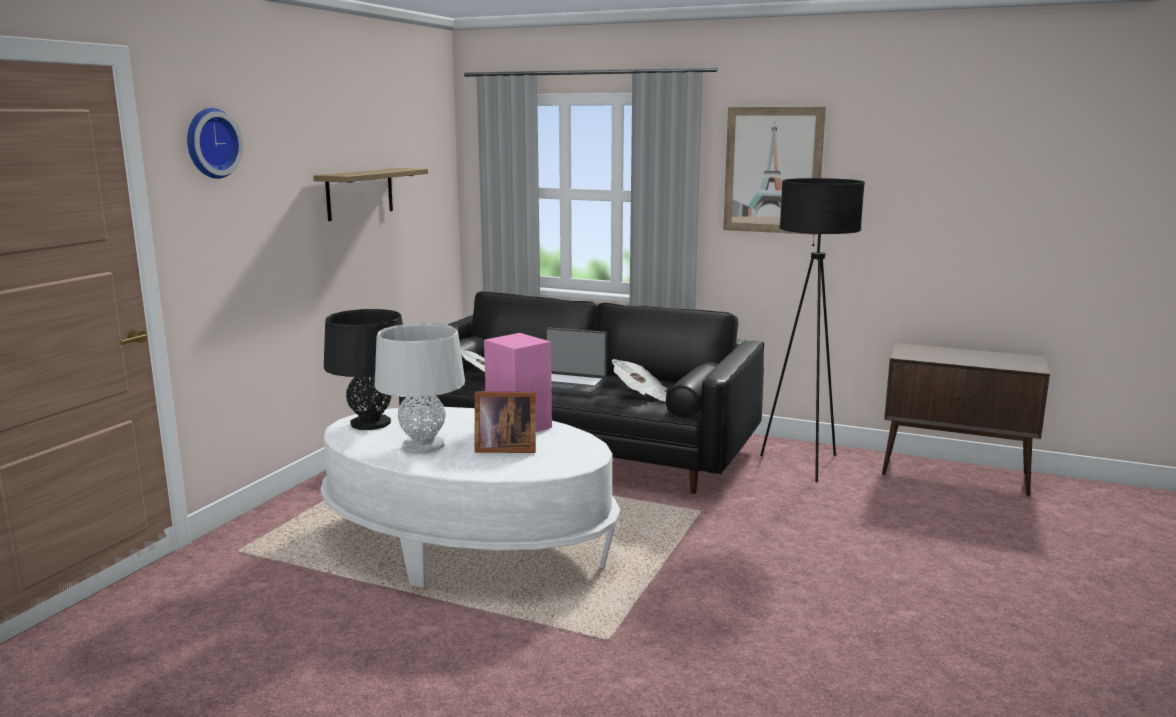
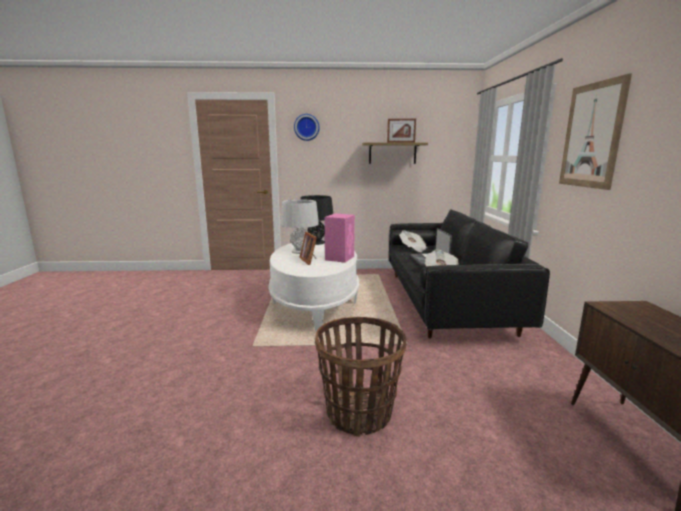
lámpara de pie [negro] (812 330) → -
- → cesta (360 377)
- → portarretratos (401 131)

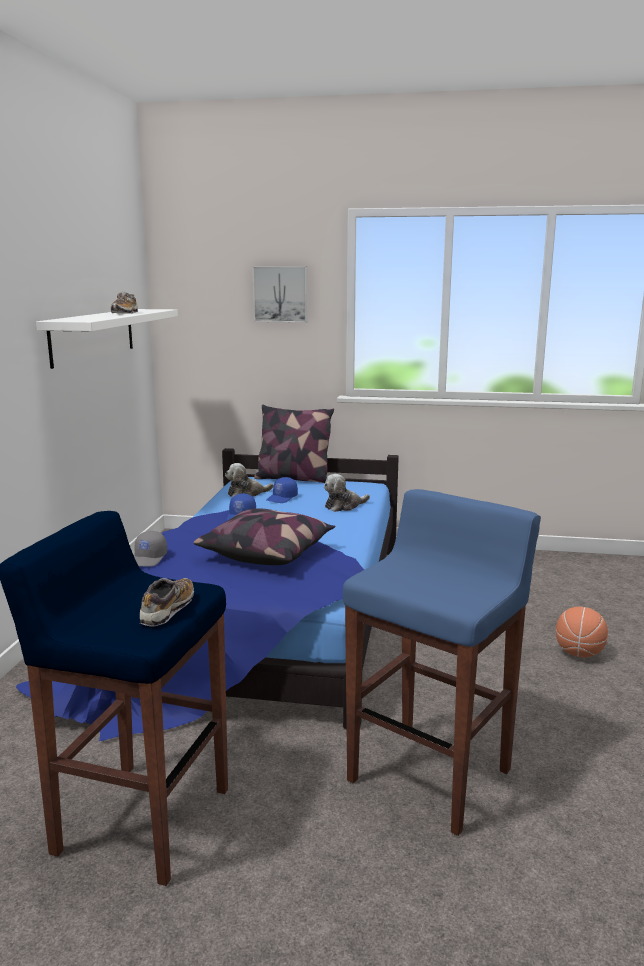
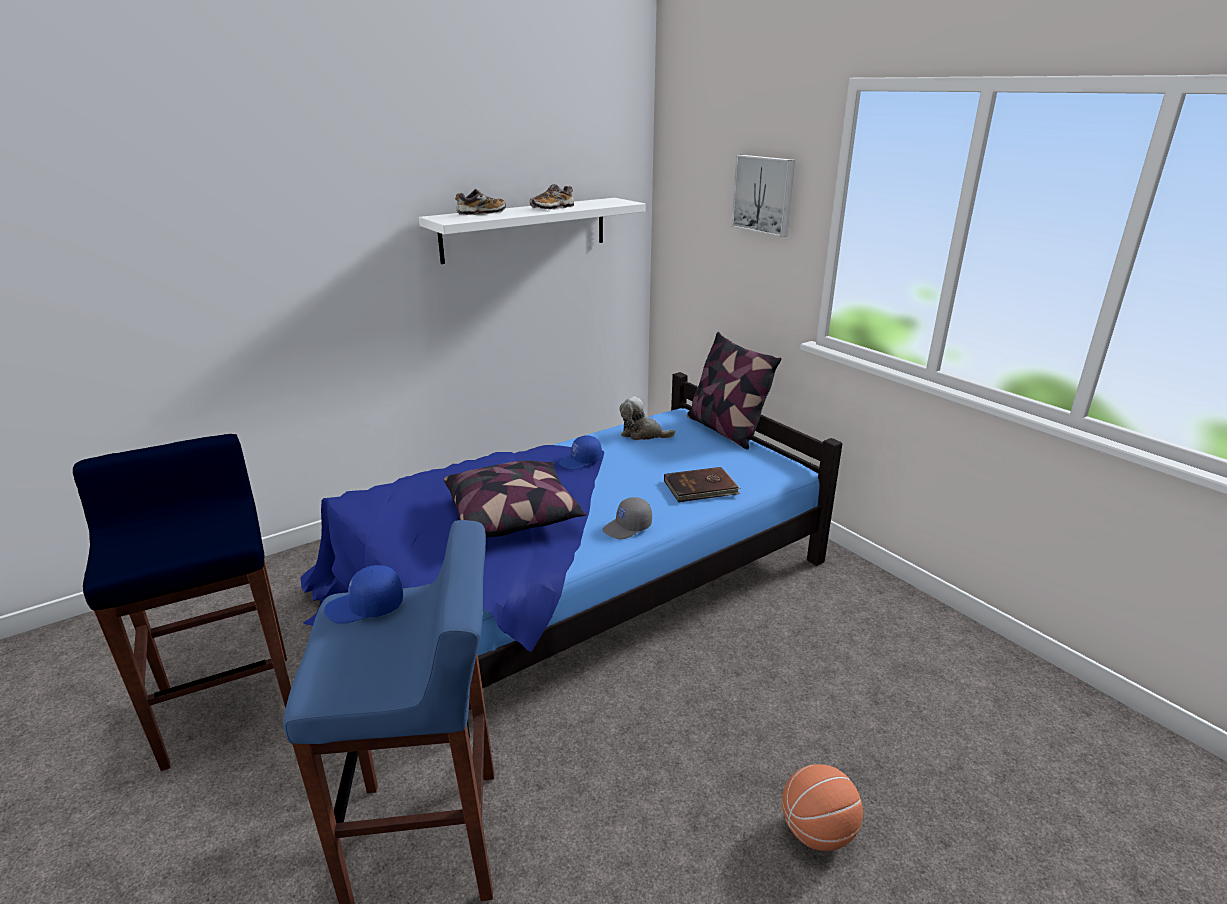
gorra [gris] (150 549) → gorra [gris] (627 518), moved
zapato (167 602) → zapato (480 202), moved
gorra [azul] (282 490) → gorra [azul] (363 594), moved
peluche (347 493) → libro [marrón] (702 484)

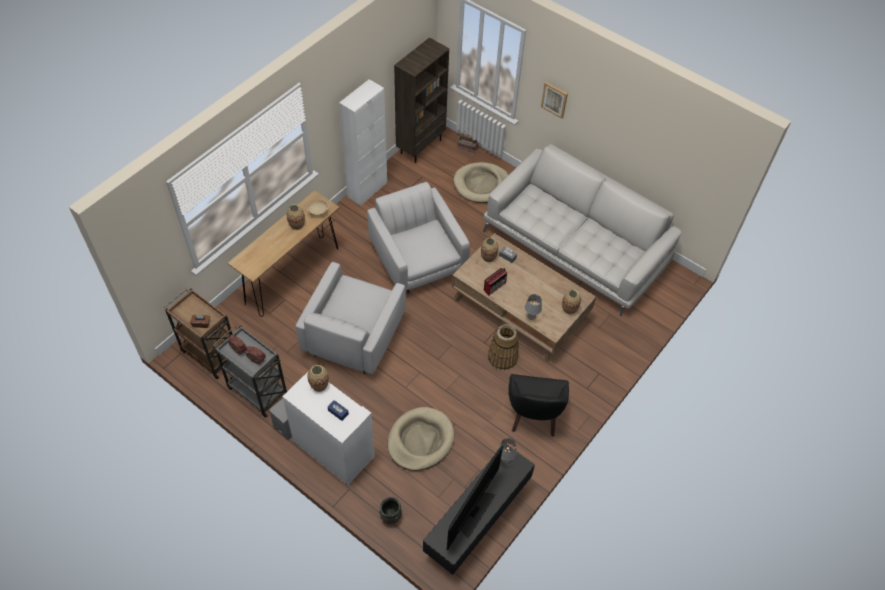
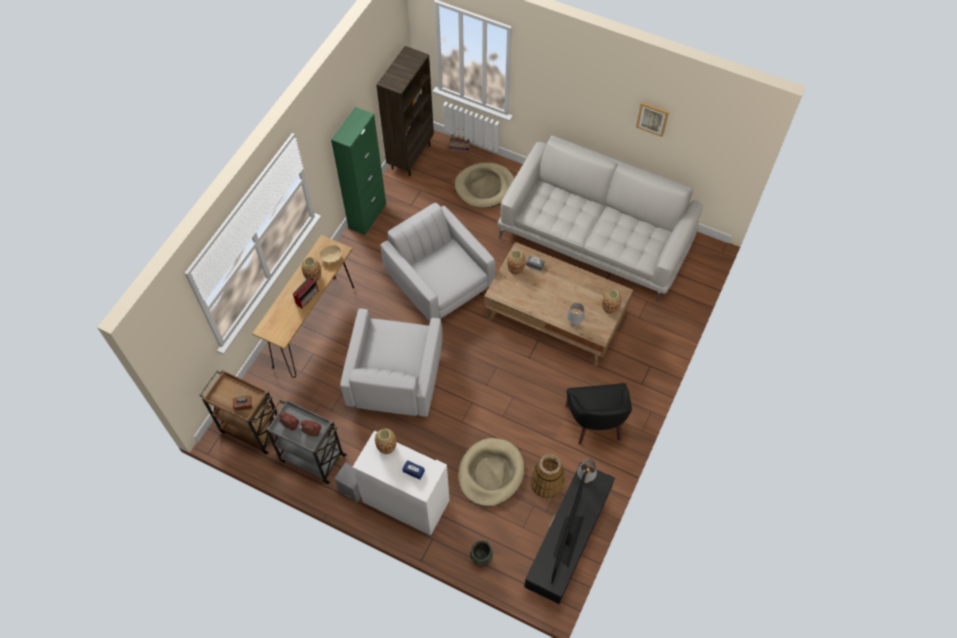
radio (495 281) → radio (306 293), moved
cesta (503 347) → cesta (547 476), moved
cuadro (554 100) → cuadro (652 119), moved
armario [blanco] (363 142) → armario [verde] (358 171)

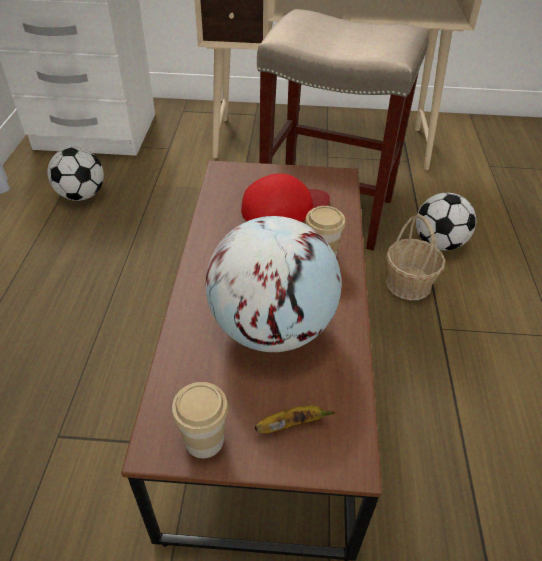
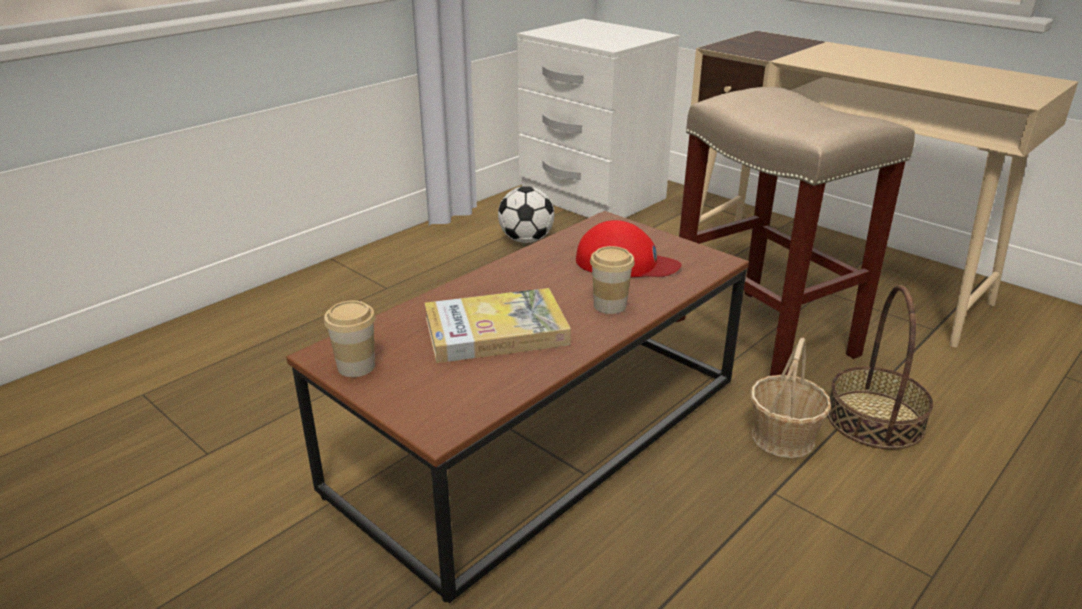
plátano (295 419) → -
globo terráqueo (273 284) → libro (497 325)
balón de fútbol (446 222) → cesta (880 367)

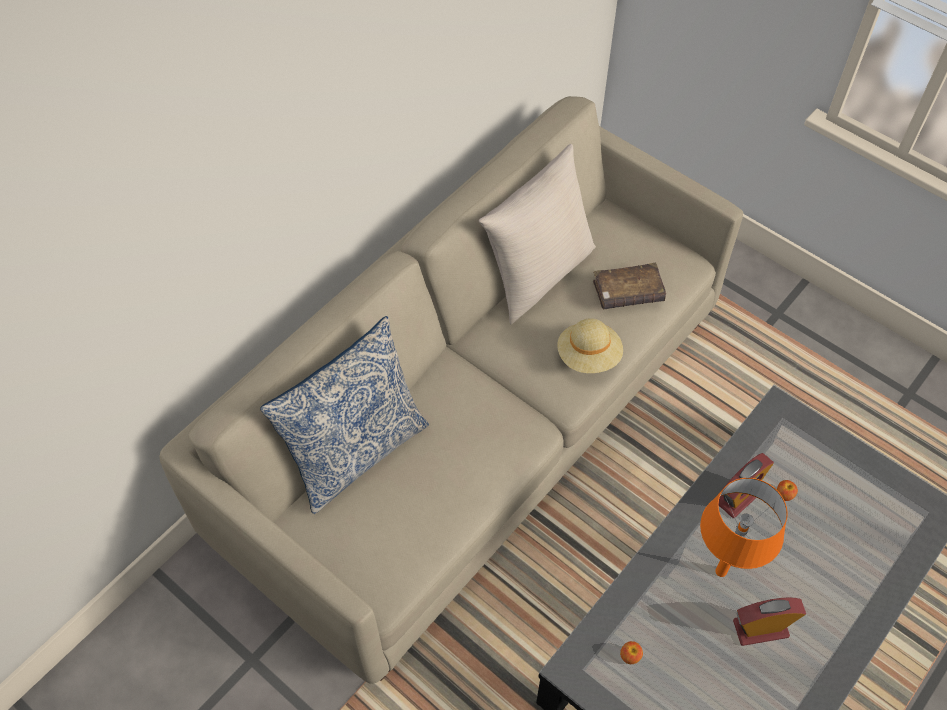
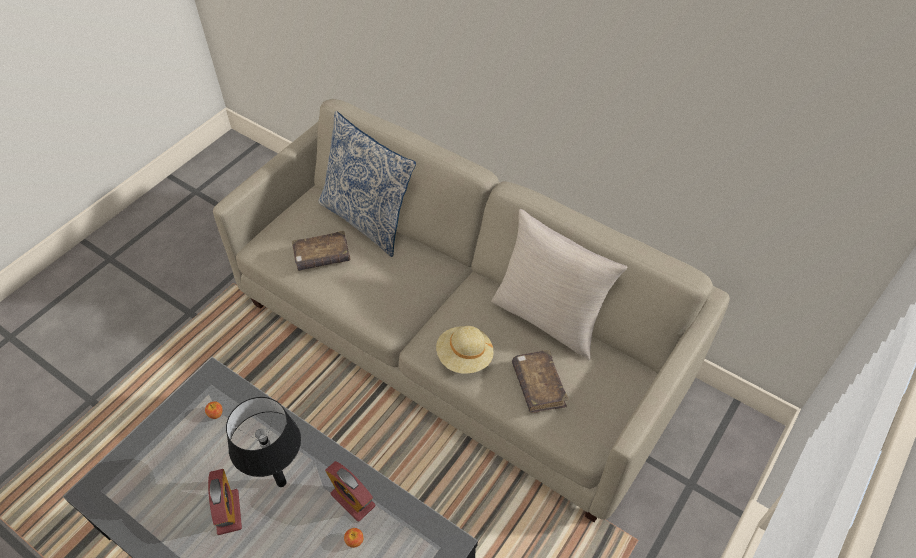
- → libro [marrón] (321 251)
lámpara de mesa [naranja] (744 527) → lámpara de mesa [negro] (263 442)

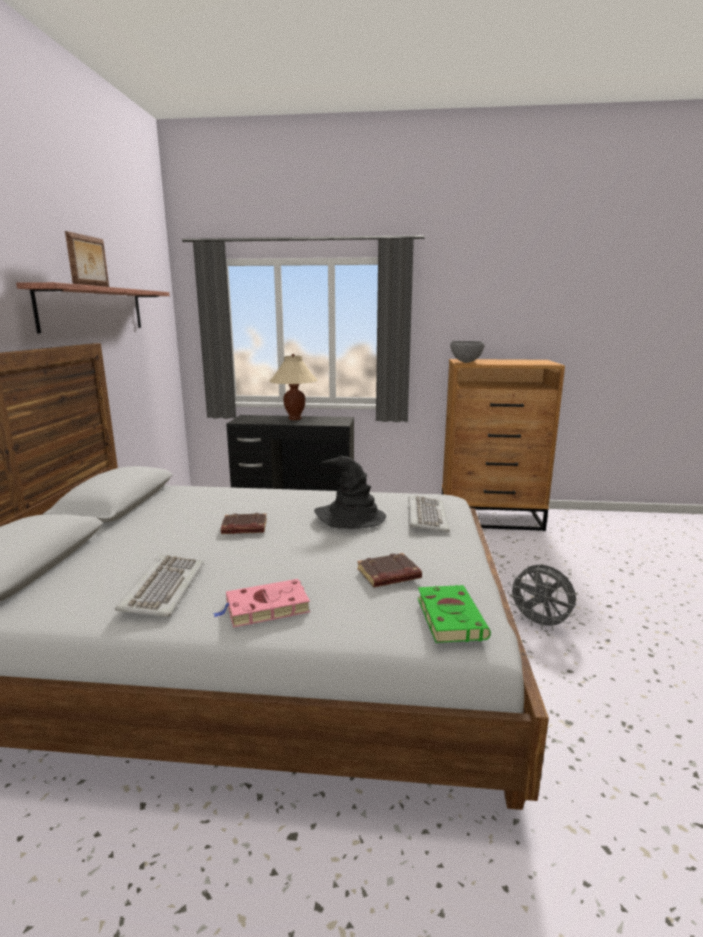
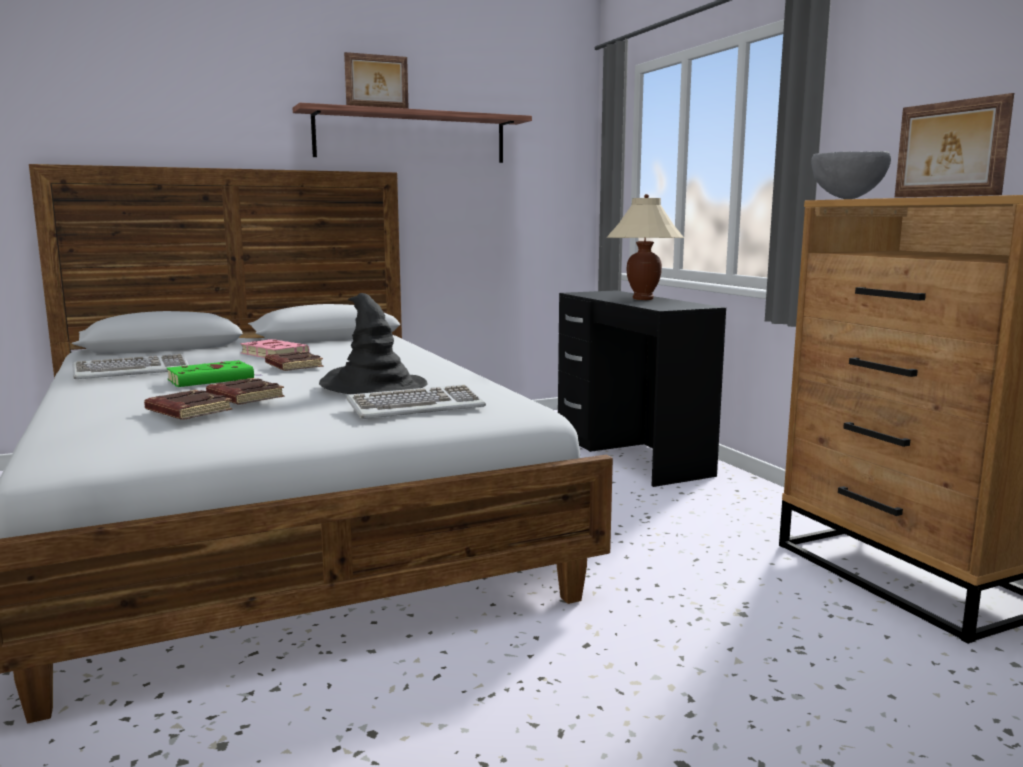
ventilador [gris] (542 598) → -
- → libro [marrón] (245 391)
- → portarretratos (954 145)
libro [rosa] (261 603) → libro [rosa] (274 348), moved
libro [verde] (454 614) → libro [verde] (214 373), moved

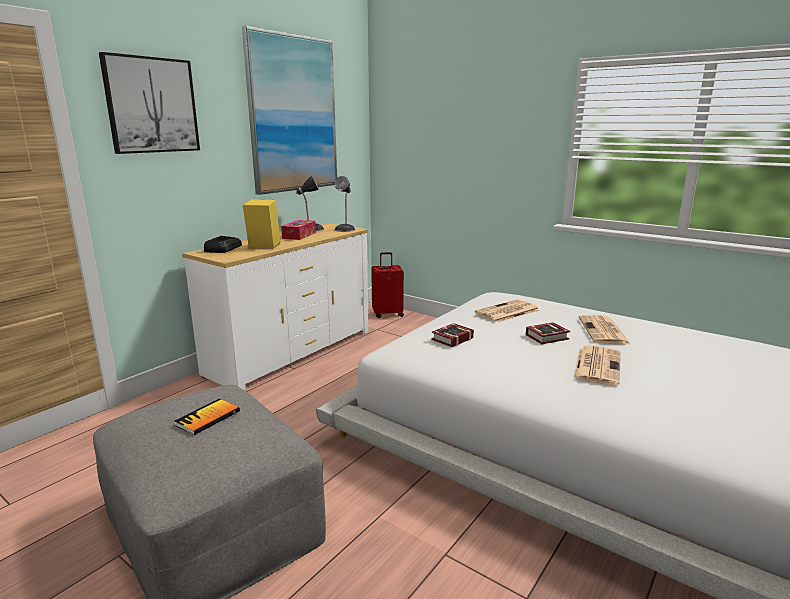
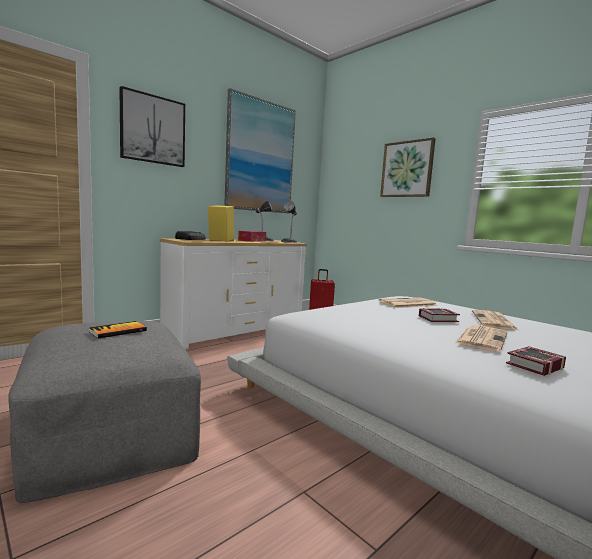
- → cuadro (408 167)
libro (453 335) → libro (536 361), moved

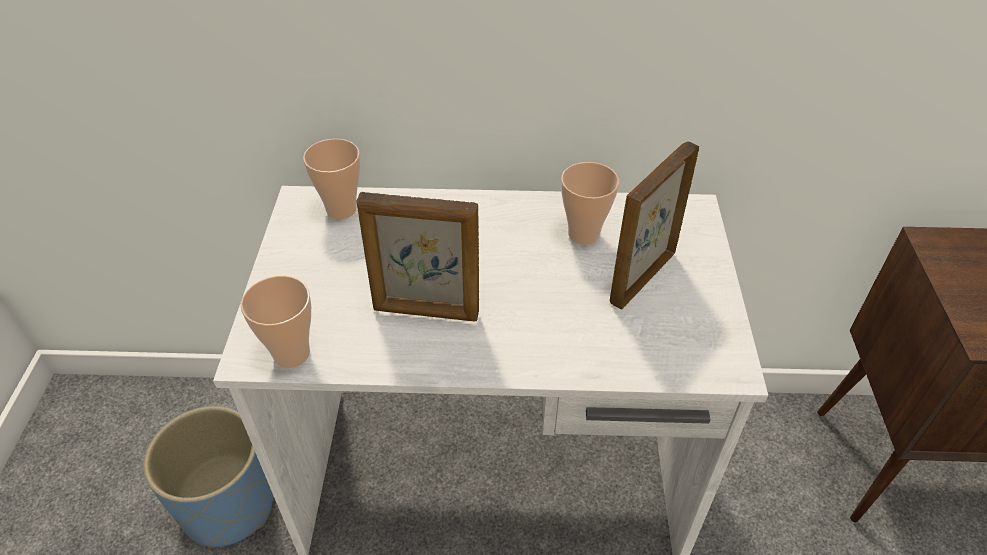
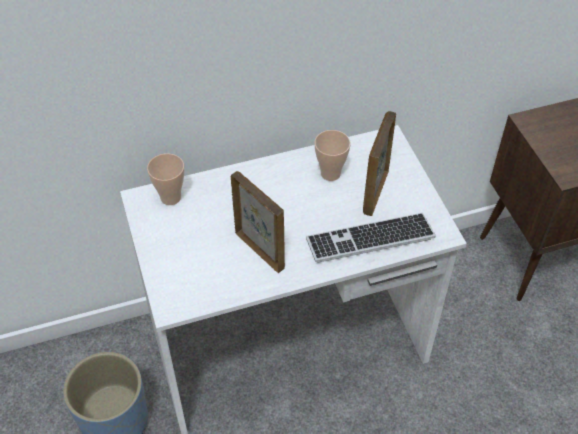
taza (275 322) → -
- → teclado (371 238)
portarretratos (417 256) → portarretratos (258 222), 120 degrees counterclockwise

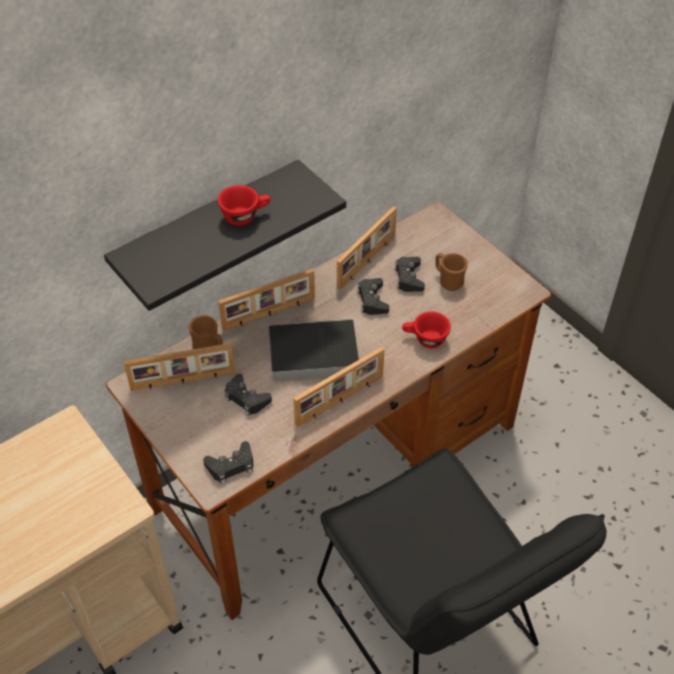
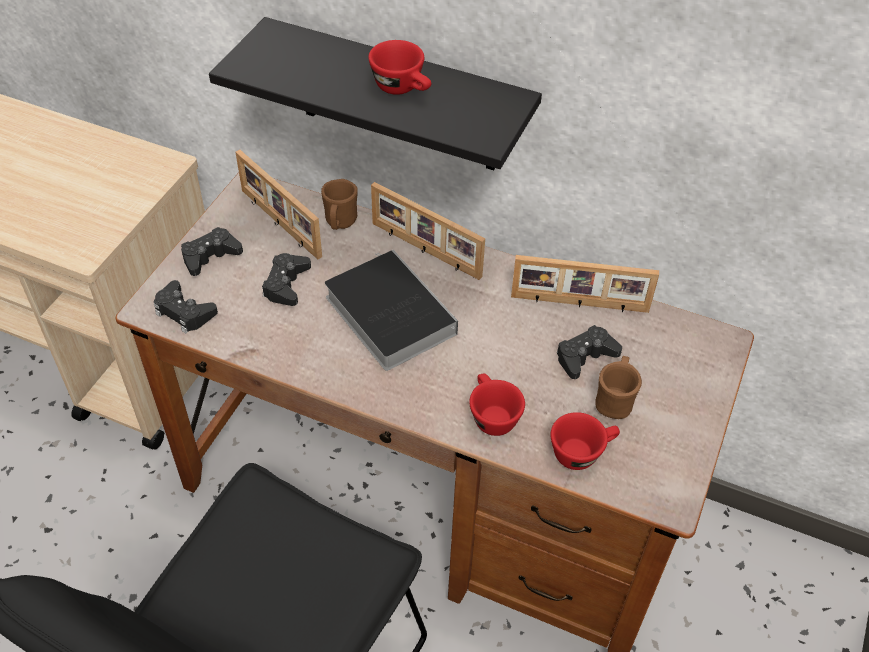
portarretratos (339 387) → -
- → taza [rojo] (585 441)
mando de consola [negro] (373 296) → mando de consola [negro] (212 251), moved

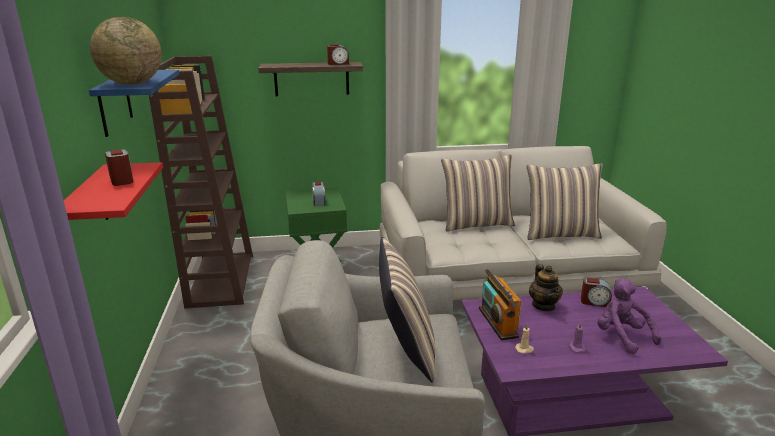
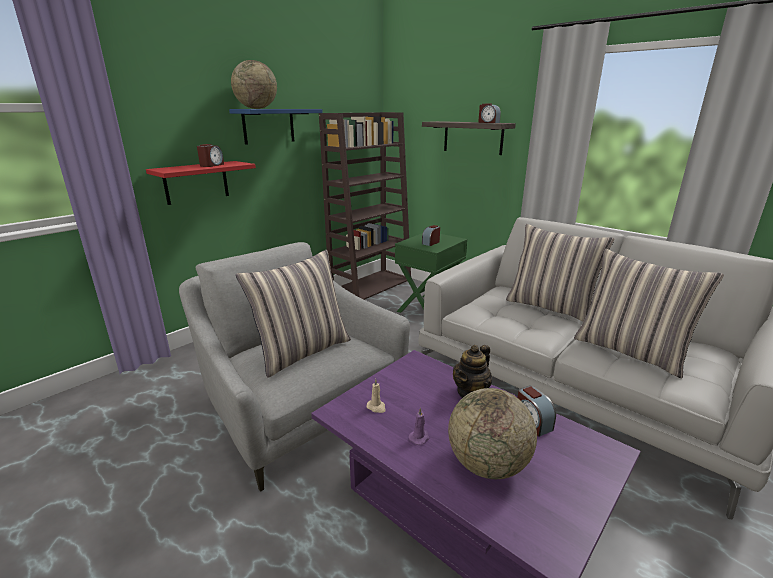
radio (500 304) → -
peluche [morado] (629 316) → globo terráqueo (492 433)

